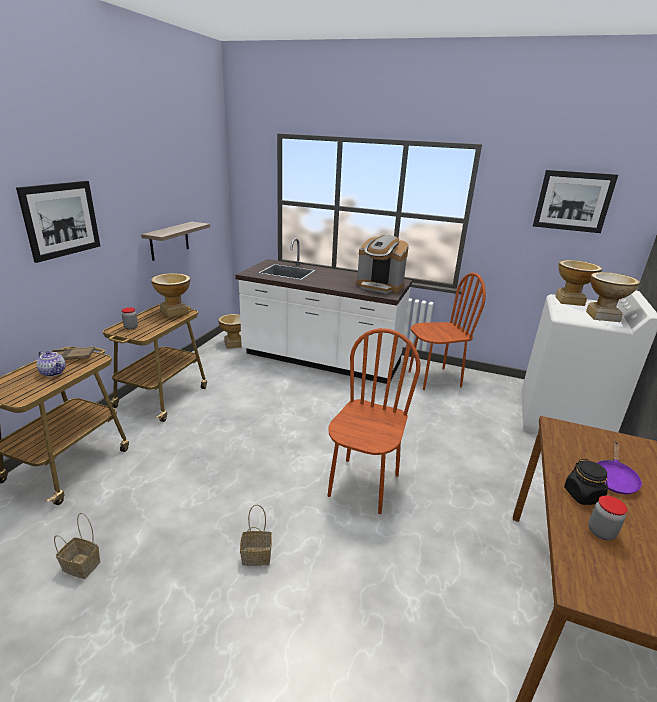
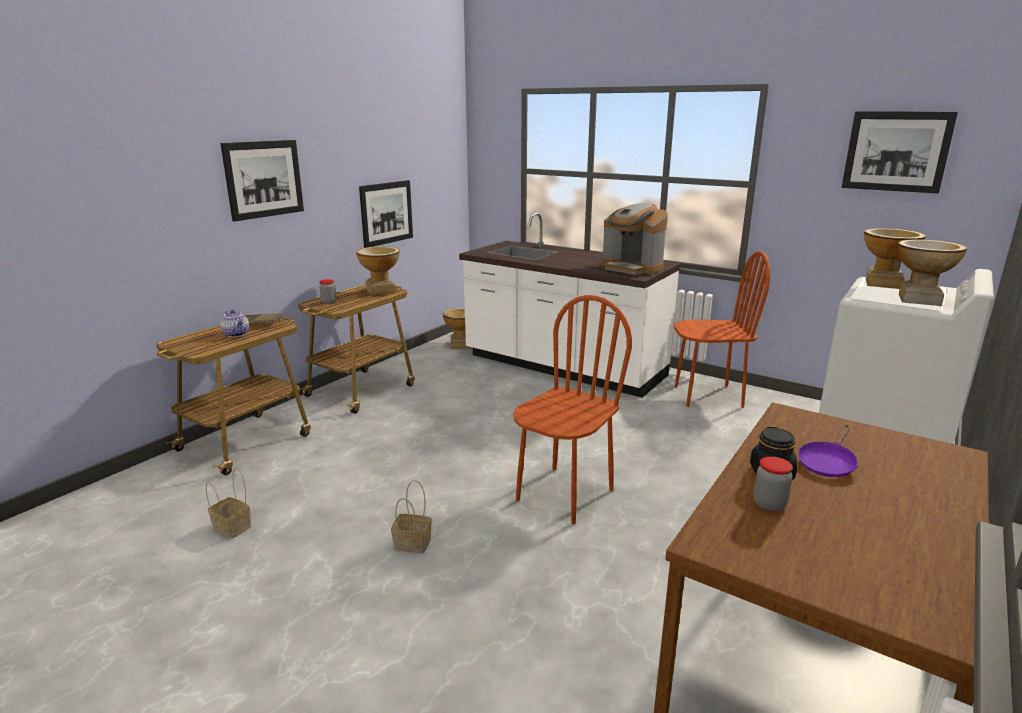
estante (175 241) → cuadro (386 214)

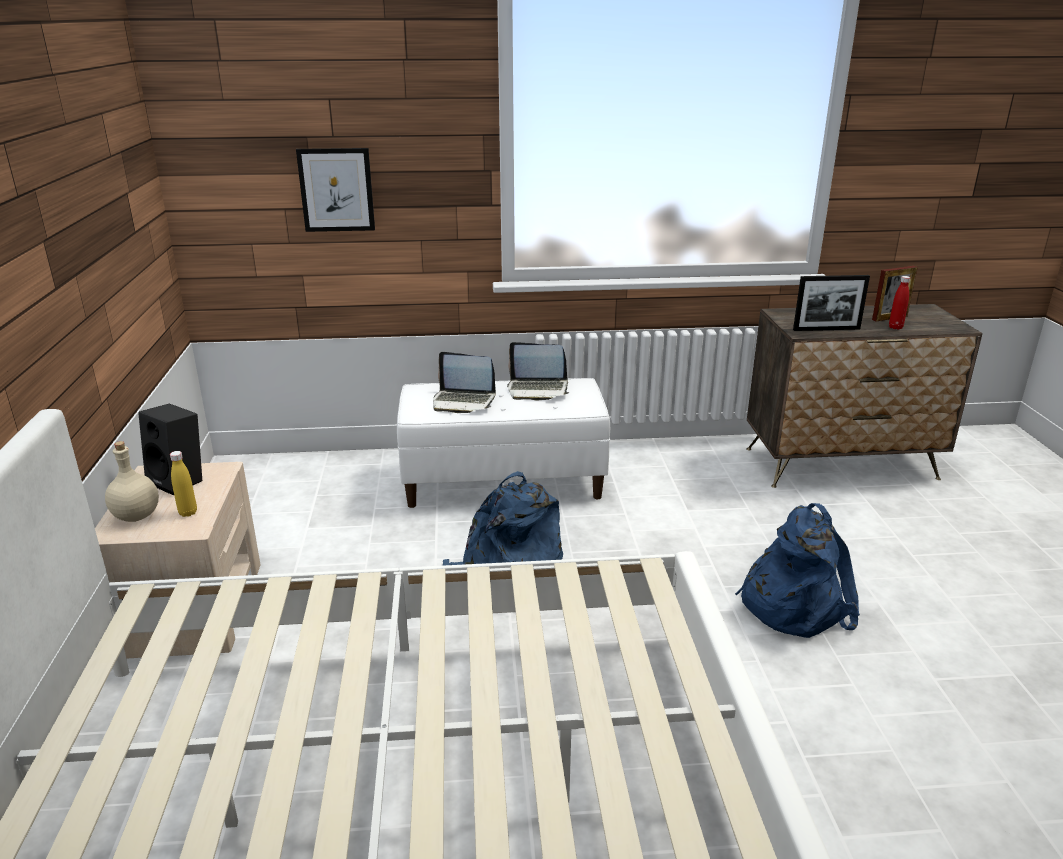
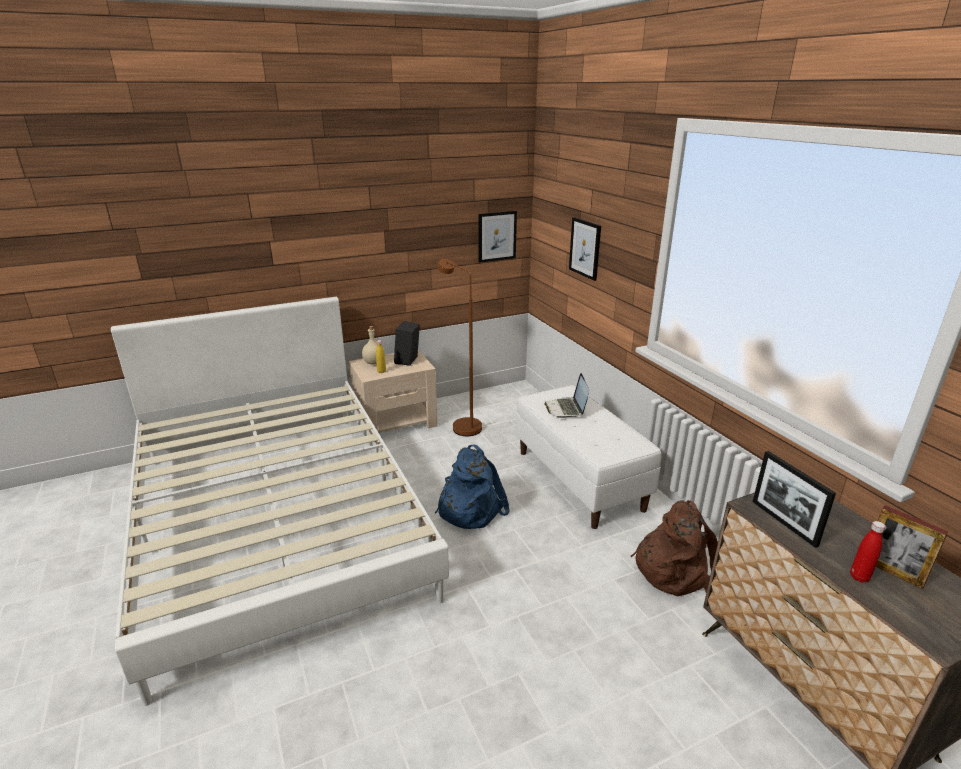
portátil (538 371) → -
mochila [azul] (797 570) → -
- → lámpara de pie [marrón] (459 347)
- → cuadro (497 237)
- → mochila [marrón] (674 548)

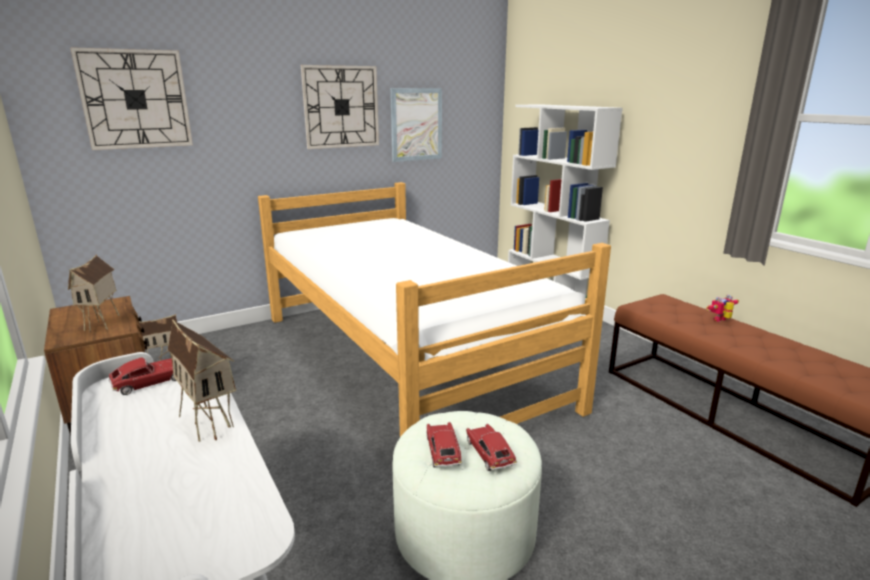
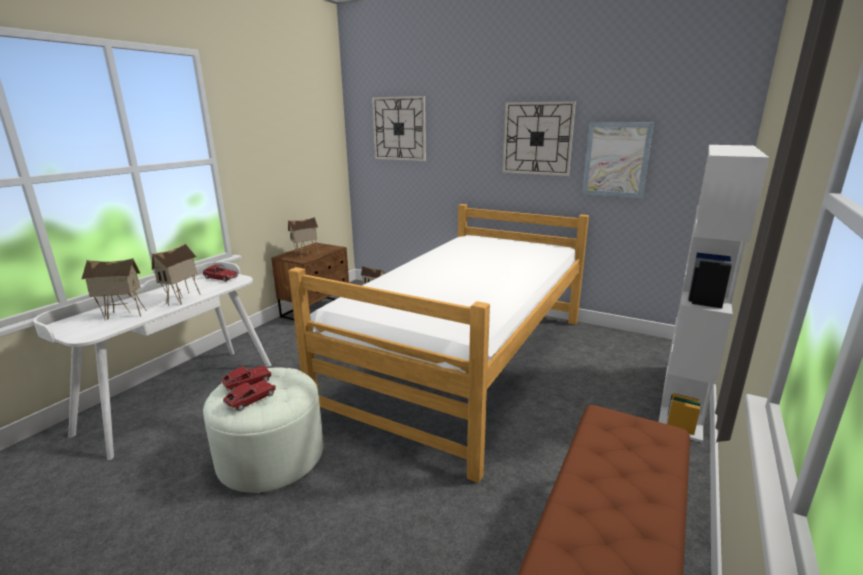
robot de juguete (722 308) → -
- → casita (114 289)

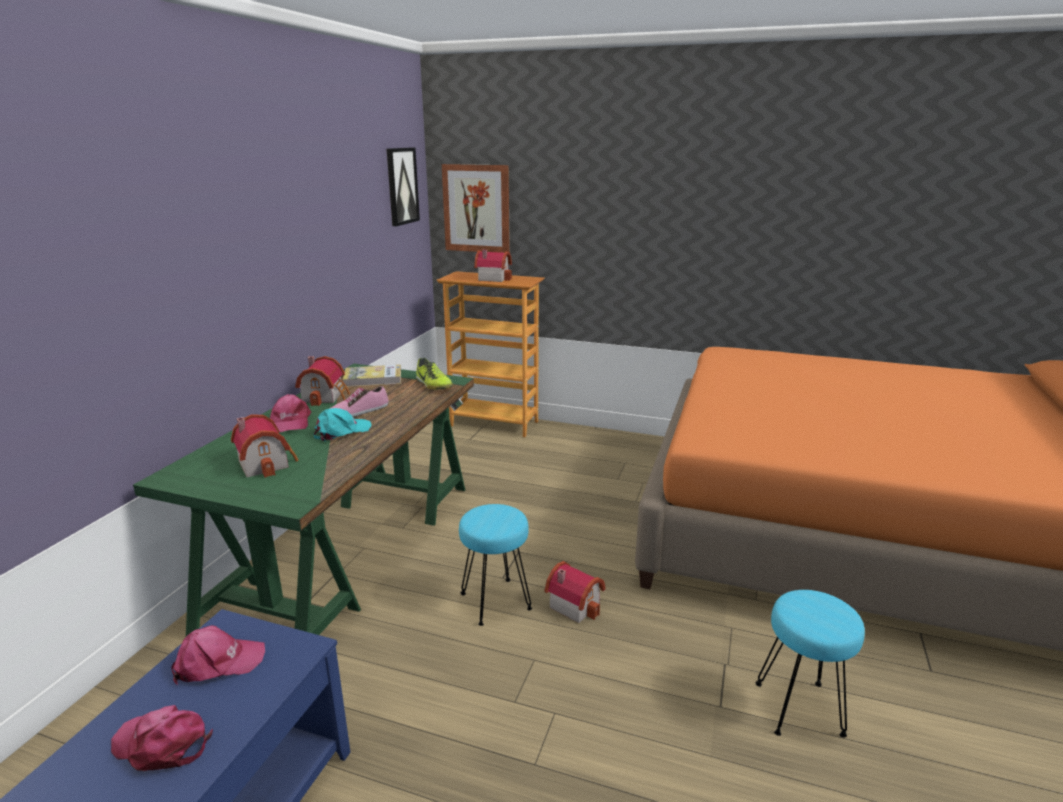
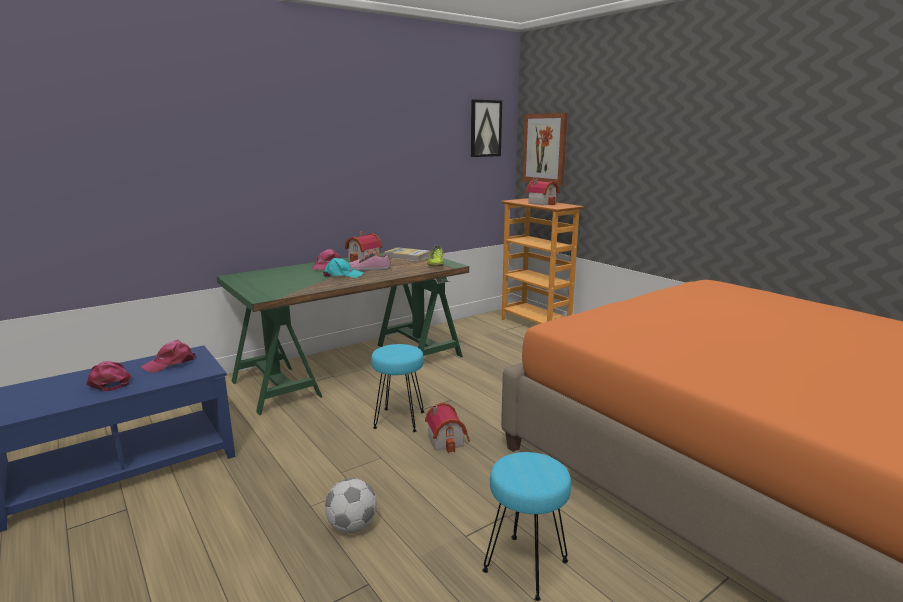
casita (265 446) → -
- → balón de fútbol (351 505)
gorra [rosa] (218 655) → gorra [rosa] (168 356), 120 degrees clockwise

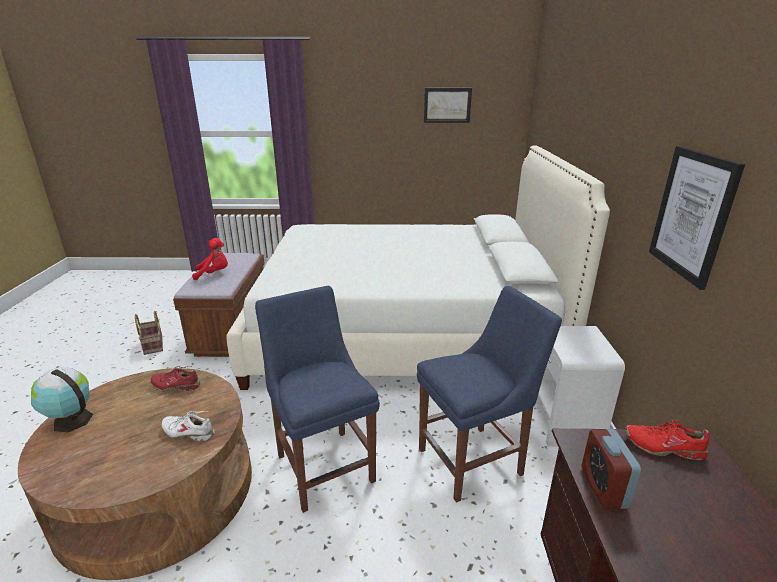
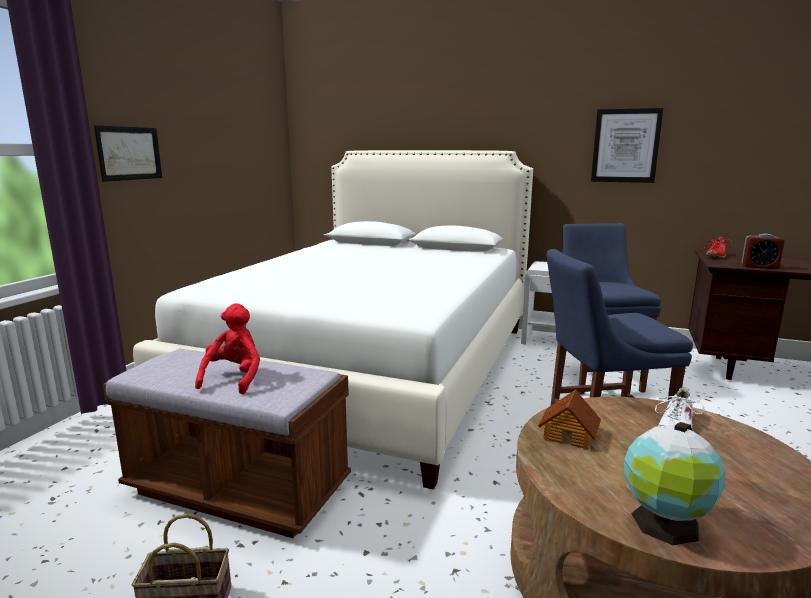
cuadro (448 105) → cuadro (128 153), moved
zapato [rojo] (175 379) → casita (569 420)

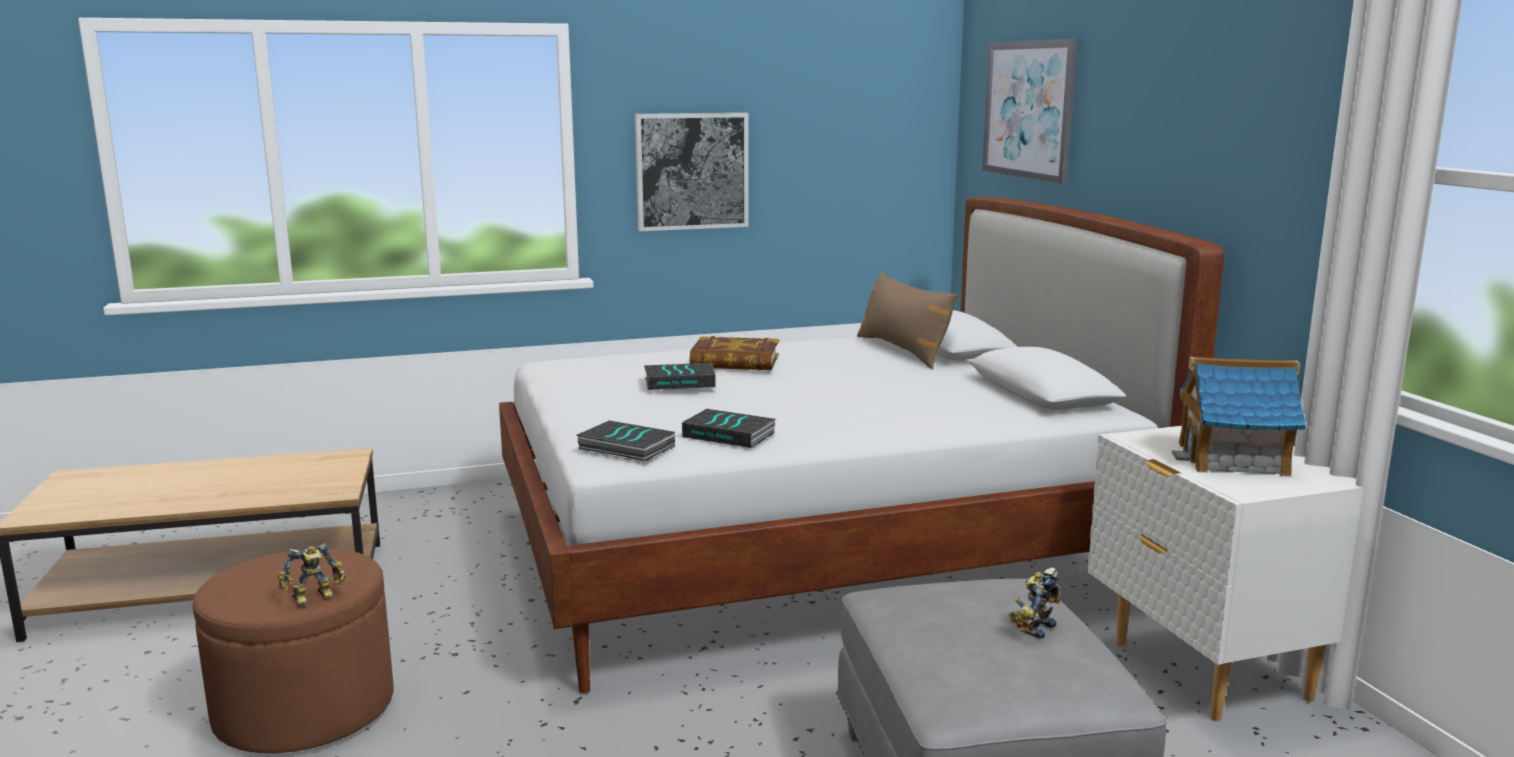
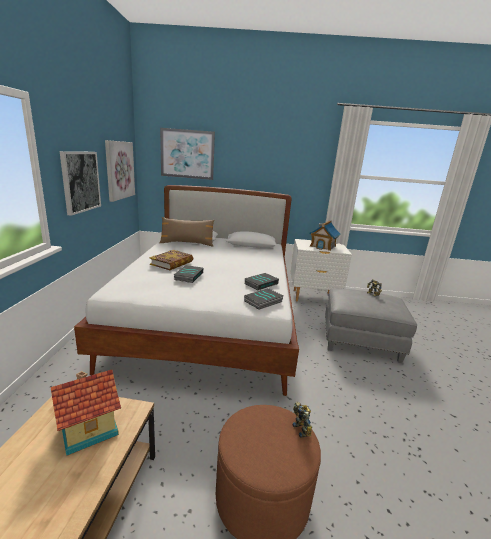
- → casita (85 413)
- → cuadro (120 171)

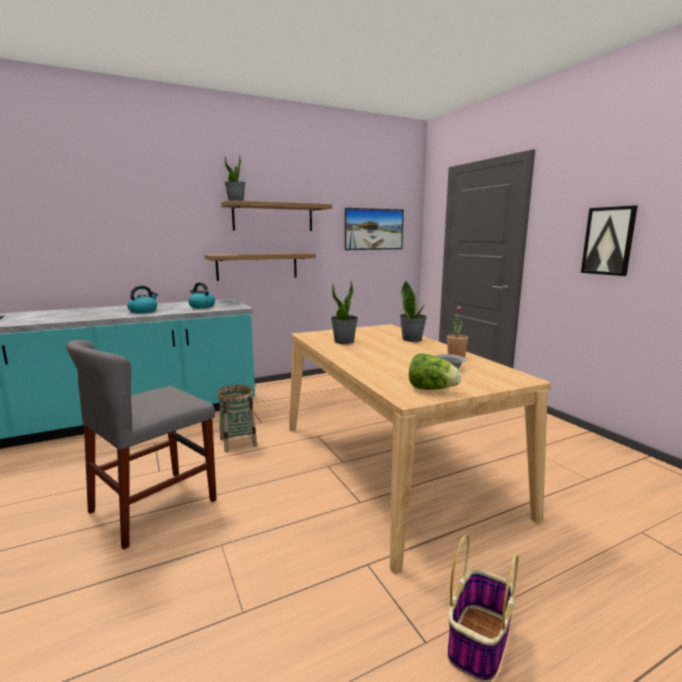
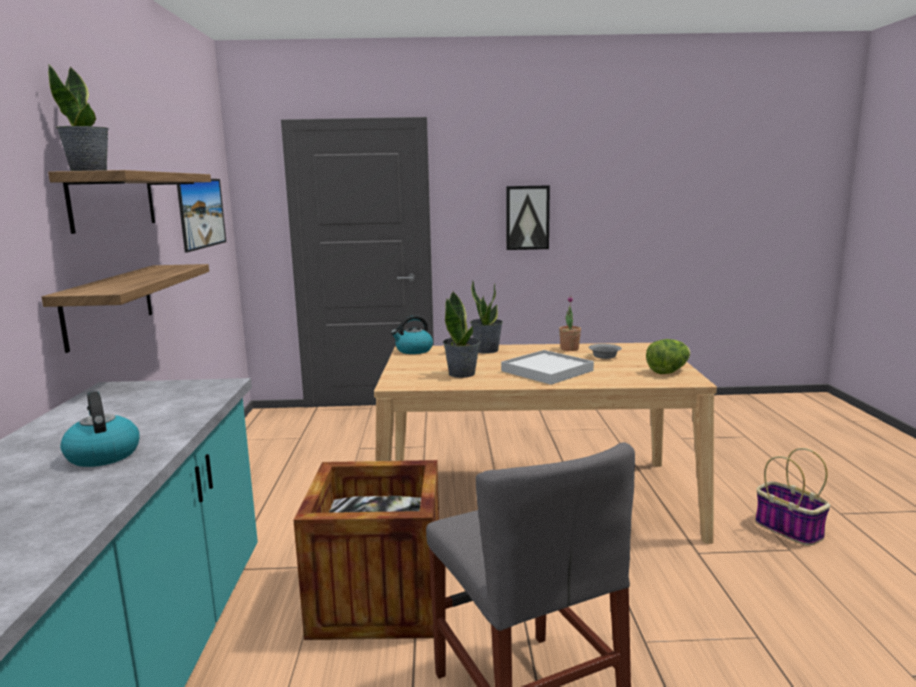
- → bandeja [blanco] (547 367)
hervidor (201 295) → hervidor (412 334), moved
cesta (237 418) → caja de embalaje (366 550)

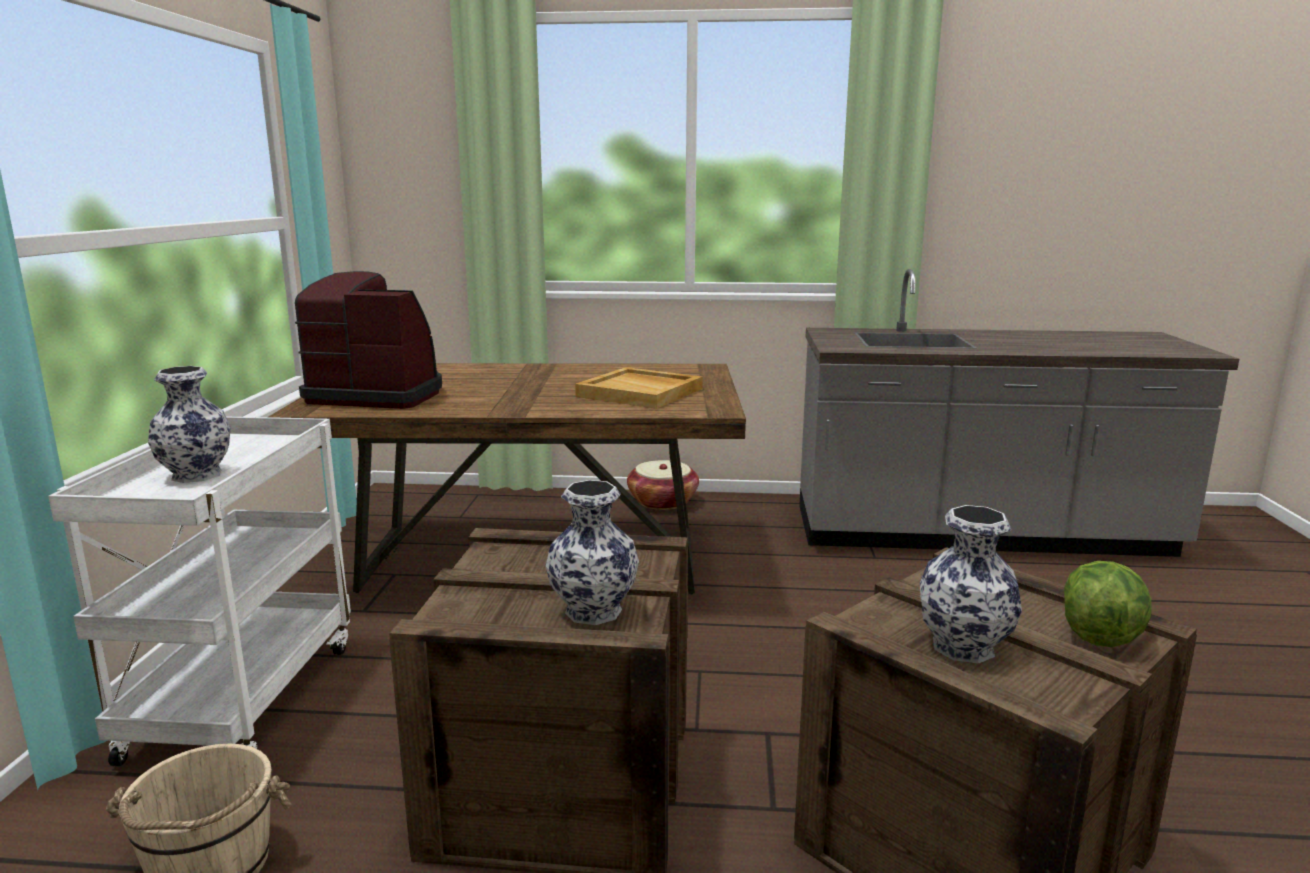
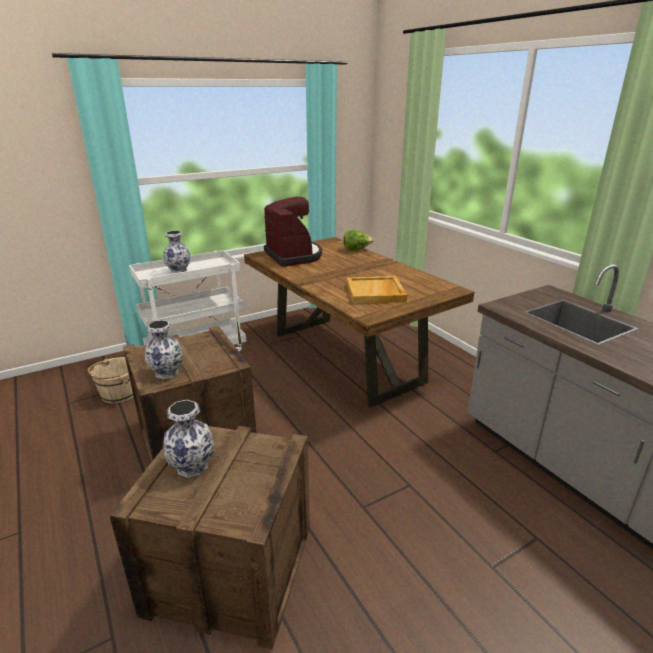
cesta (663 485) → -
lechuga (1108 604) → lechuga (358 240), moved

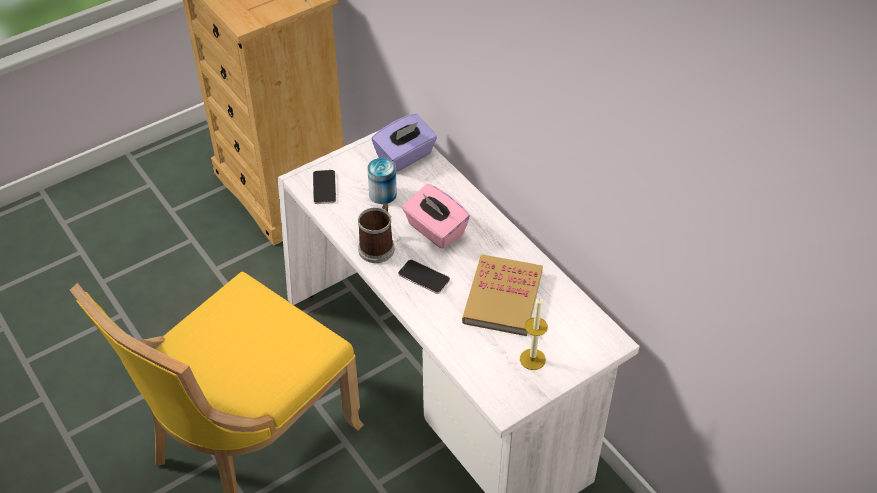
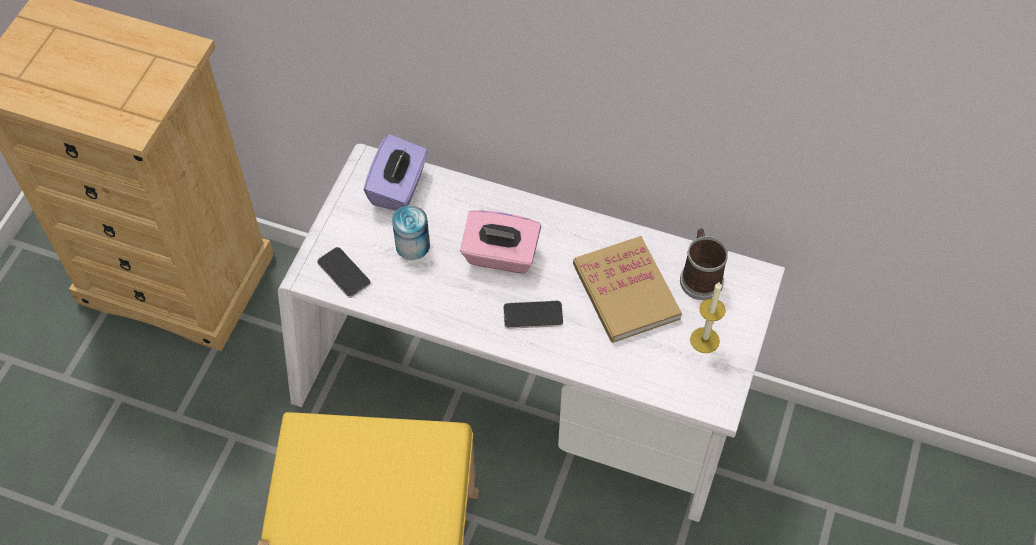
taza grande (376 233) → taza grande (704 264), moved

